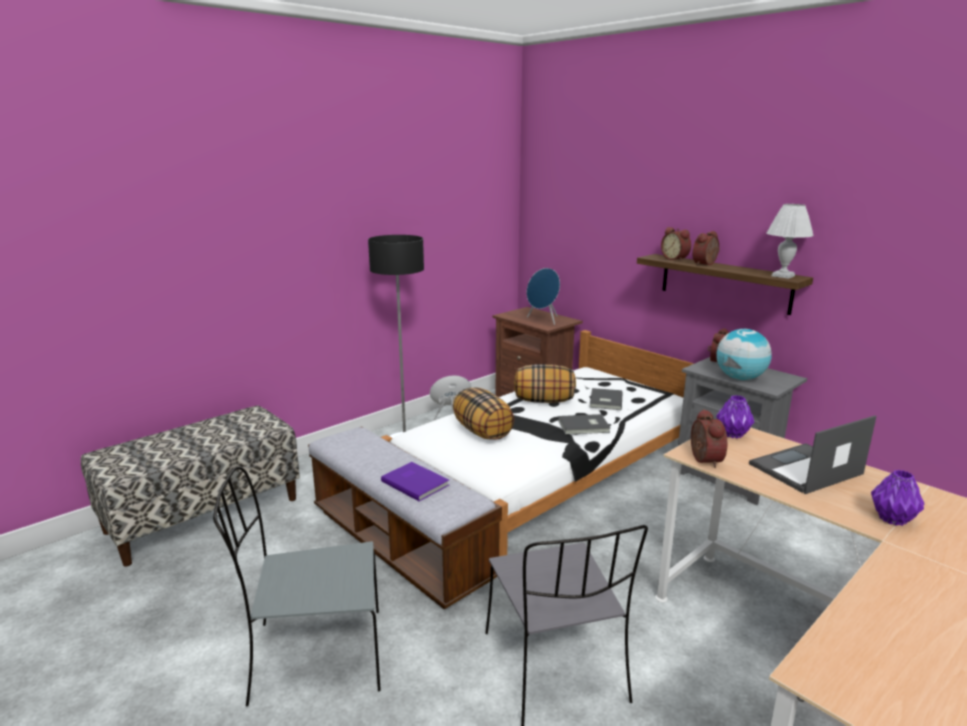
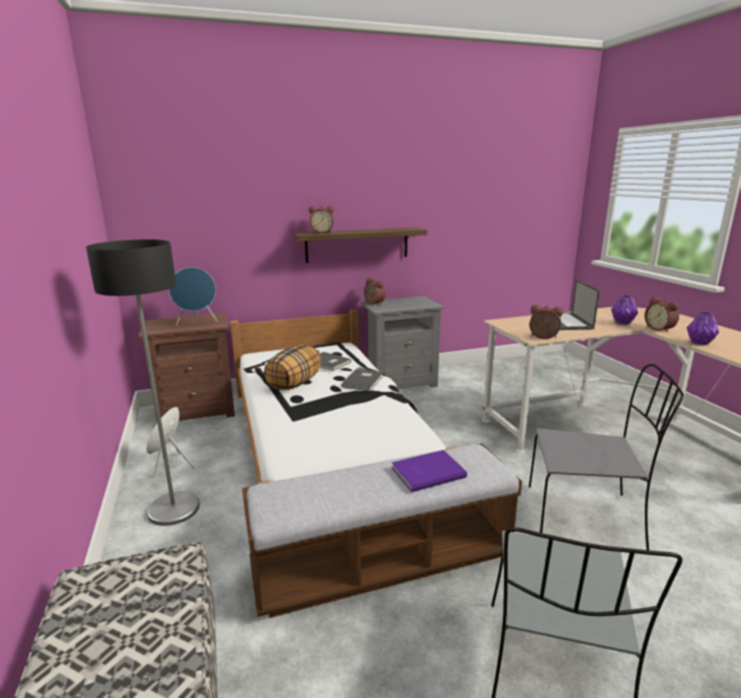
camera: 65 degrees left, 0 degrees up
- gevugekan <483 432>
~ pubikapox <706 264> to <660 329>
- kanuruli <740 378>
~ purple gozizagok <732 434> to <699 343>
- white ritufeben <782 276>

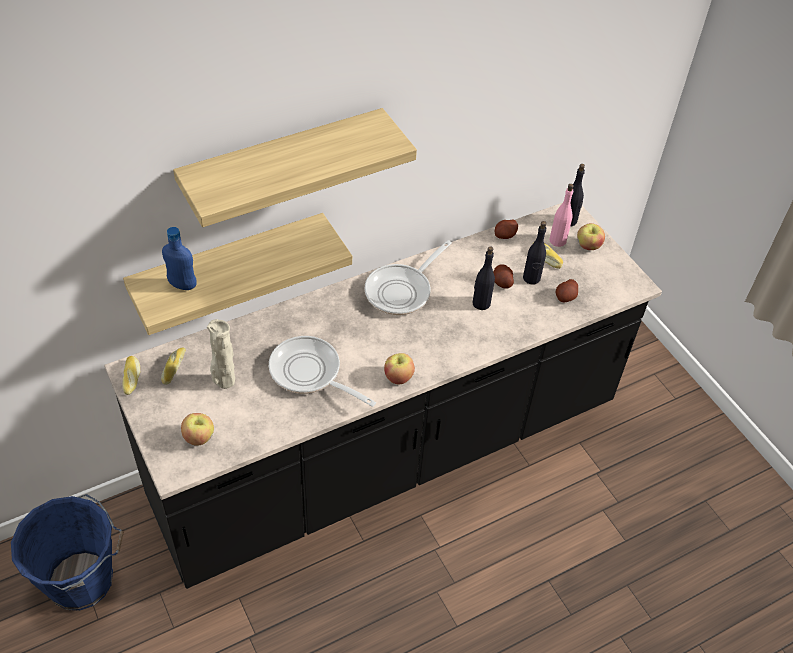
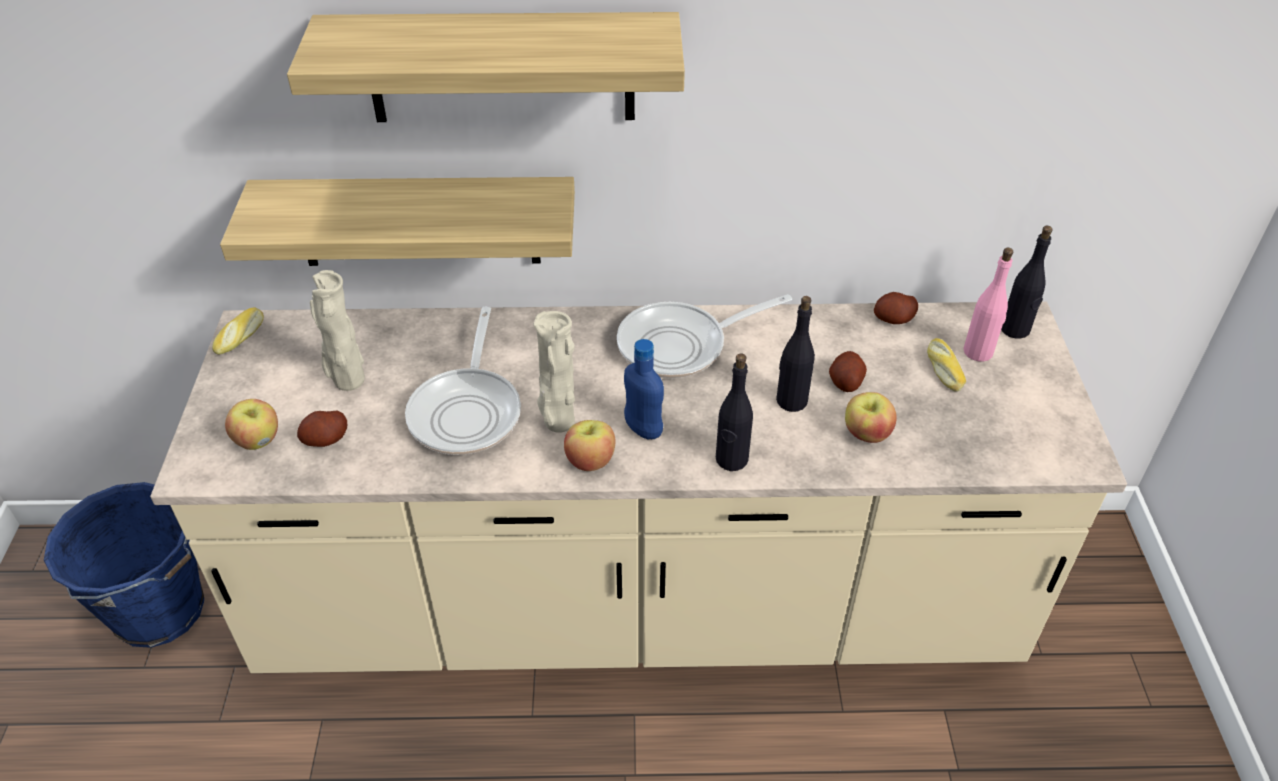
camera: 30 degrees right, 5 degrees down
~ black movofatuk <387 454> to beige movofatuk <639 608>
- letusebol <173 368>
~ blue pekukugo <182 285> to <643 429>
~ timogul <310 373> = <468 411> 150 degrees counterclockwise
~ black pekukugo <531 278> to <731 459>
~ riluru <565 297> to <326 439>
~ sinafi <588 246> to <866 434>
+ beige gozizagok <558 423>

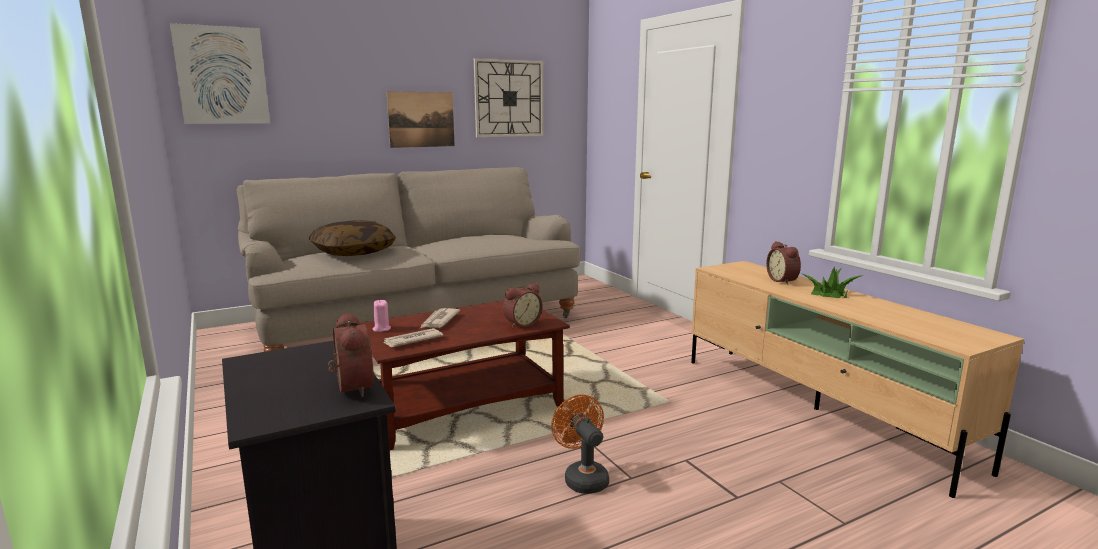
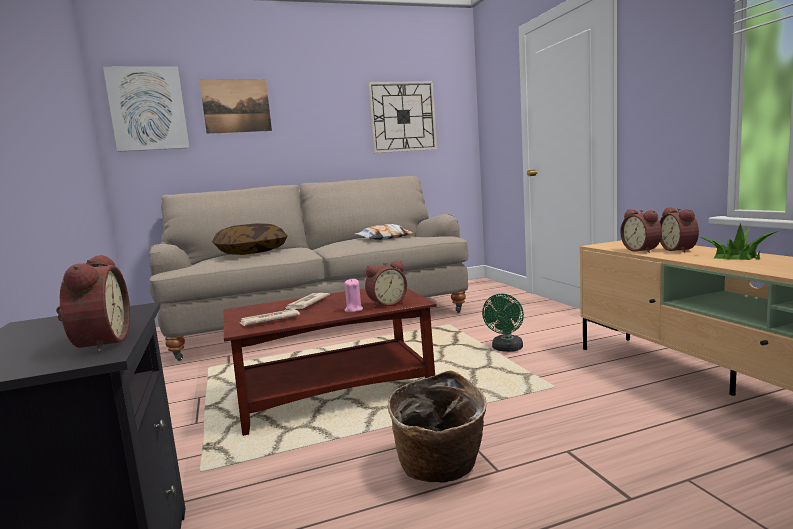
camera: 10 degrees right, 5 degrees down
~ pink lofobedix <381 329> to <353 310>
~ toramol <421 119> to <236 106>
~ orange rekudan <582 477> to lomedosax <440 469>
+ gevugekan <384 238>
+ green rekudan <506 349>
+ pubikapox <642 250>

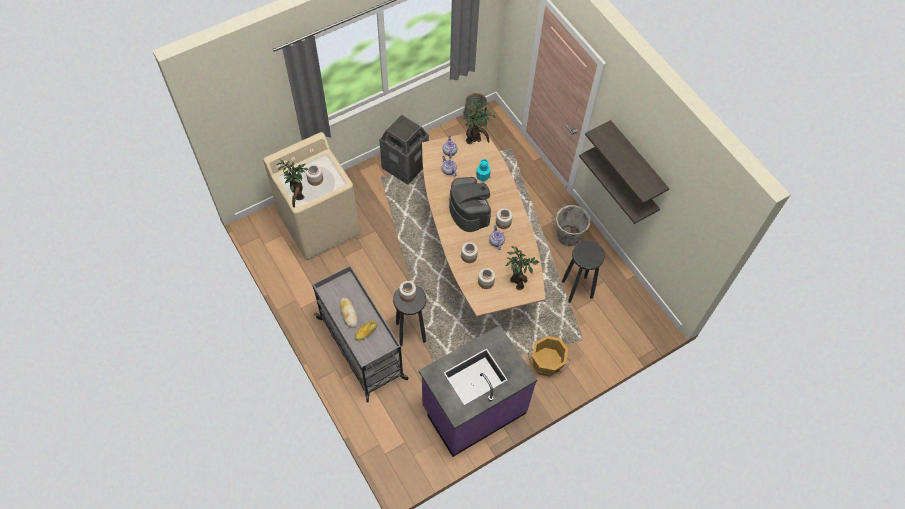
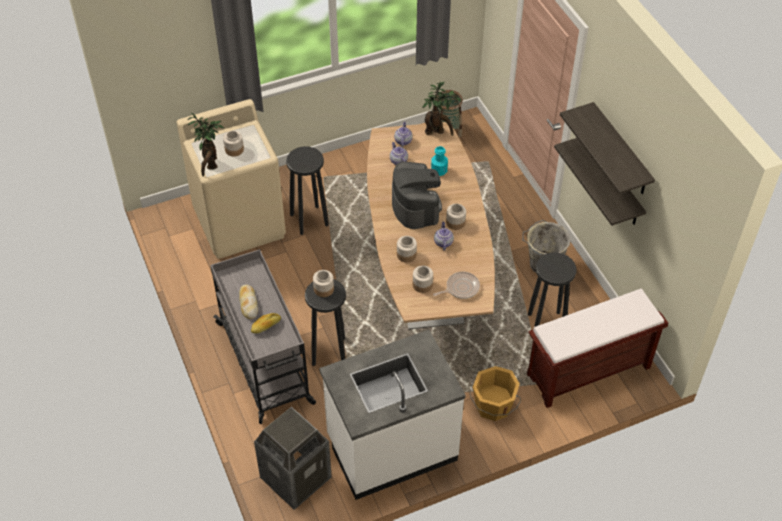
camera: 10 degrees right, 10 degrees down
~ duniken <405 166> to <296 478>
~ purple movofatuk <473 409> to white movofatuk <391 448>
~ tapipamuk <516 281> to timogul <460 288>
+ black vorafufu <309 219>
+ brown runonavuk <587 372>

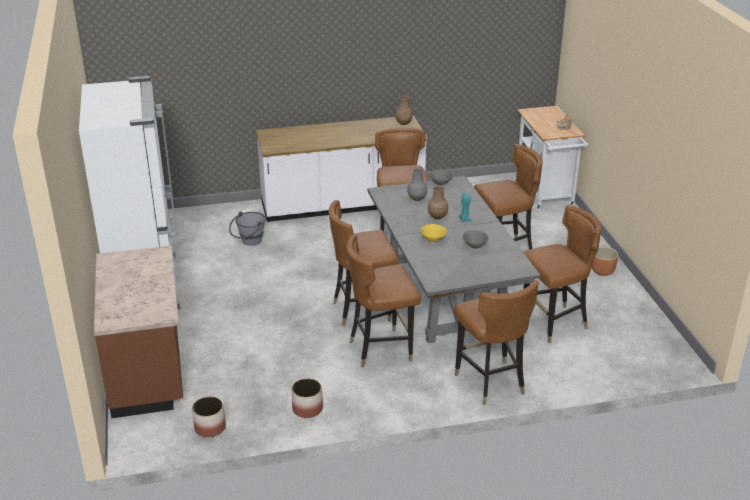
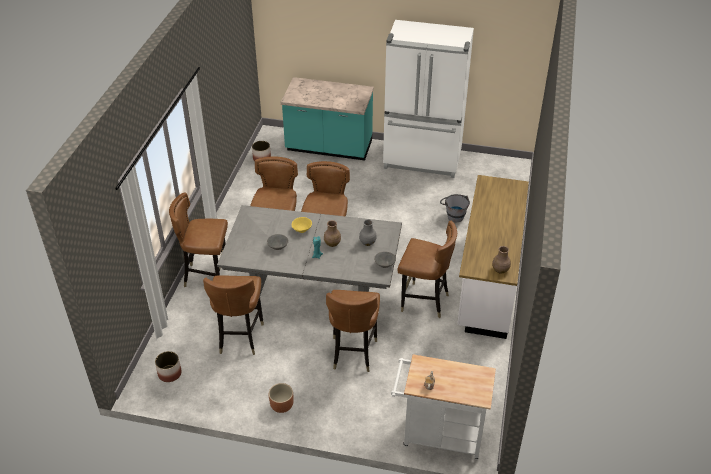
camera: 115 degrees right, 10 degrees up
~ brown movofatuk <148 370> to turquoise movofatuk <329 147>
~ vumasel <307 409> to <169 373>

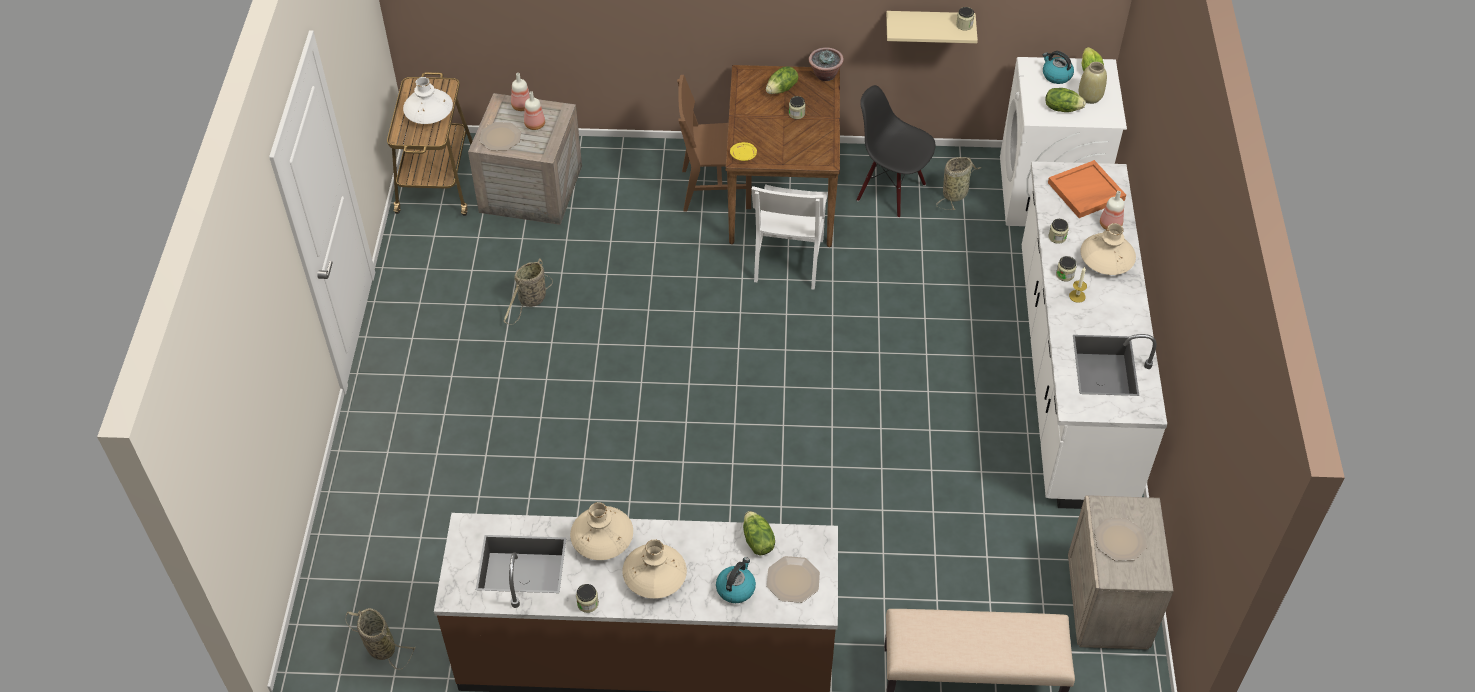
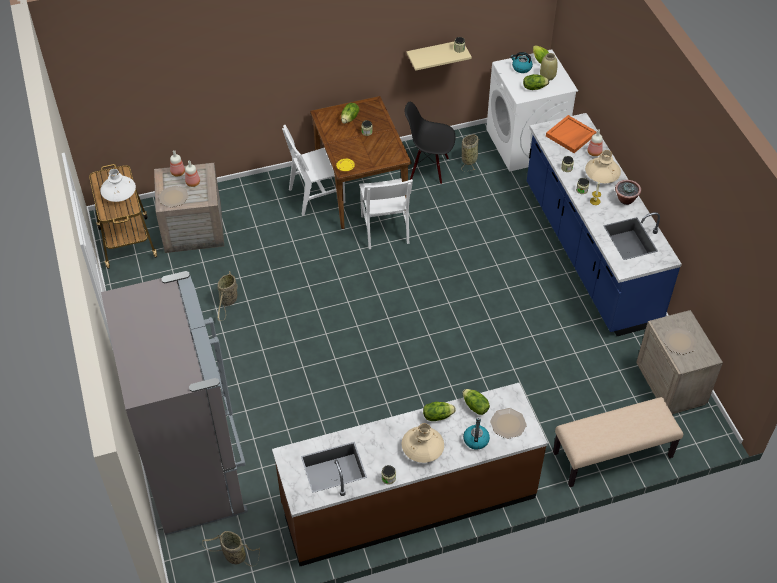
camera: 20 degrees left, 0 degrees up
- beige gozizagok <602 539>
~ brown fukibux <716 189> to white fukibux <316 196>
~ tapipamuk <825 75> to <625 199>
~ white movofatuk <1071 375> to blue movofatuk <589 253>
+ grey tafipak <196 469>
+ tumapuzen <437 415>

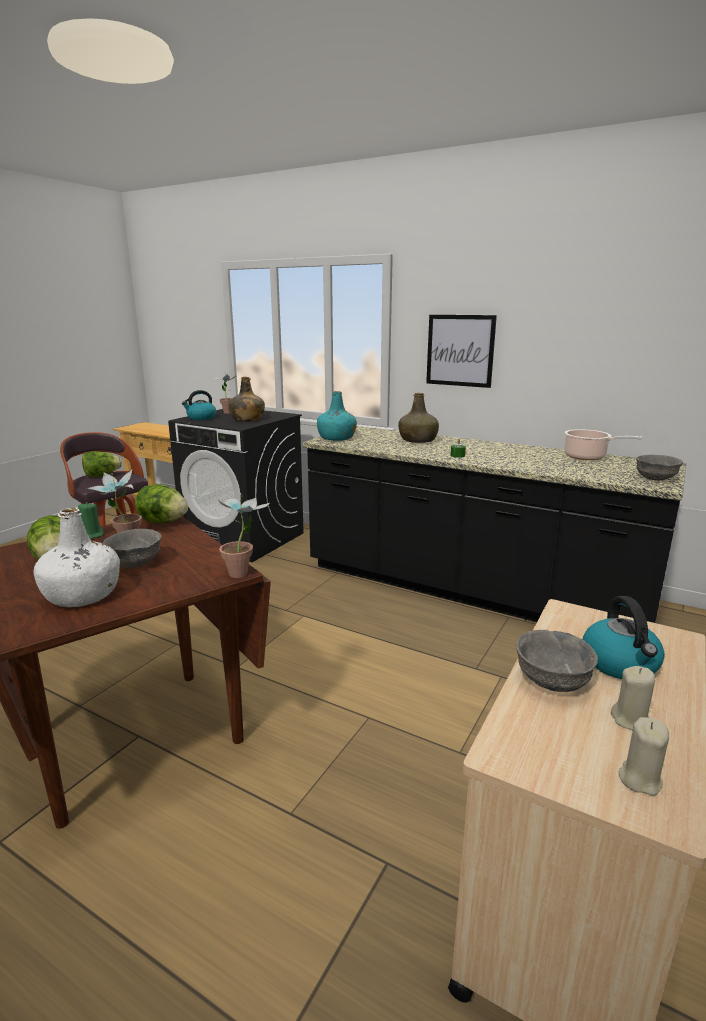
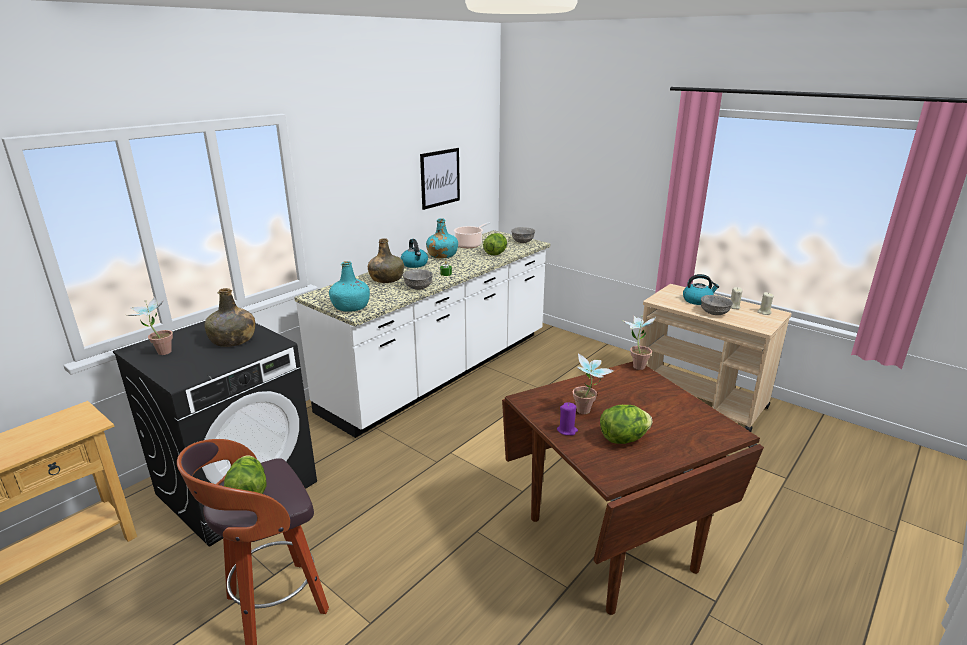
camera: 80 degrees left, 5 degrees up
- white pekukugo <83 595>
~ green lofobedix <92 535> to purple lofobedix <567 430>
~ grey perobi <136 563> to <418 287>
~ tumapuzen <163 522> to <495 254>
~ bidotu <201 418> to <415 264>
~ black movofatuk <470 590> to white movofatuk <441 371>
~ toramol <460 350> to <440 178>
+ turquoise pekukugo <442 255>

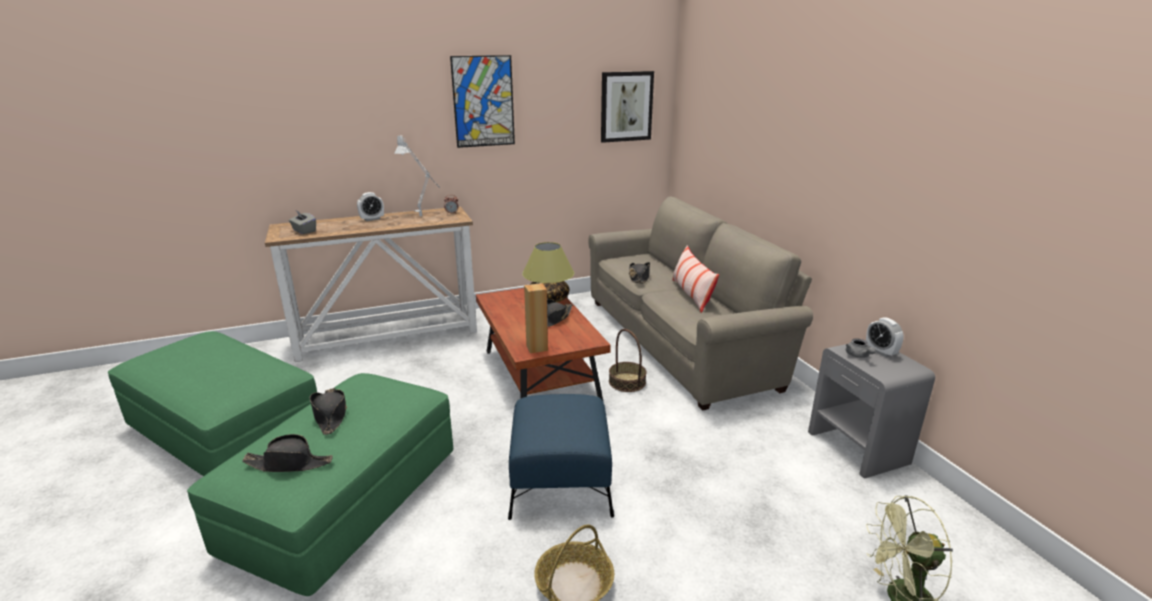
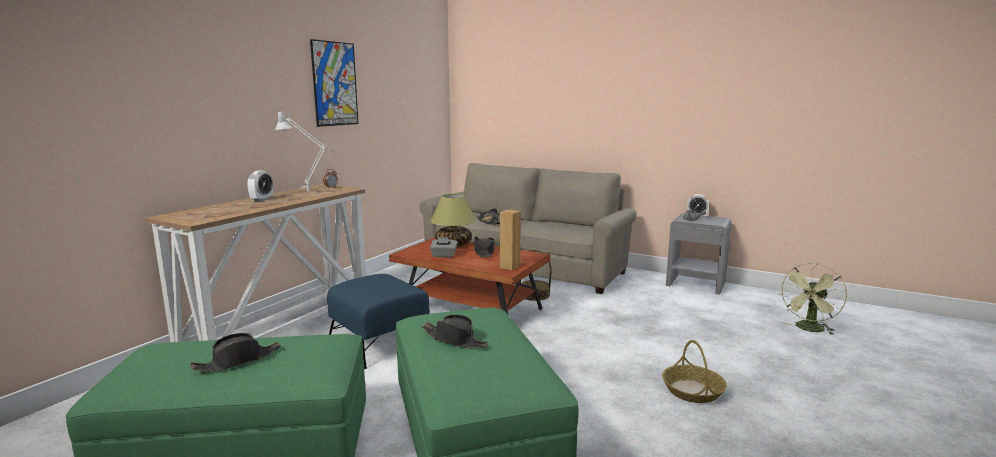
camera: 40 degrees left, 10 degrees down
~ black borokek <289 463> to <238 361>
~ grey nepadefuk <304 231> to <443 255>
~ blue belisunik <560 483> to <380 342>
- toramol <626 106>
- gevugekan <691 295>

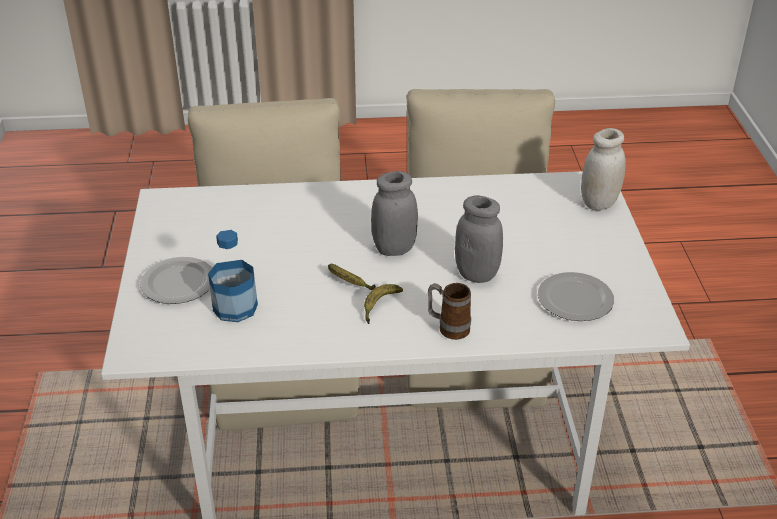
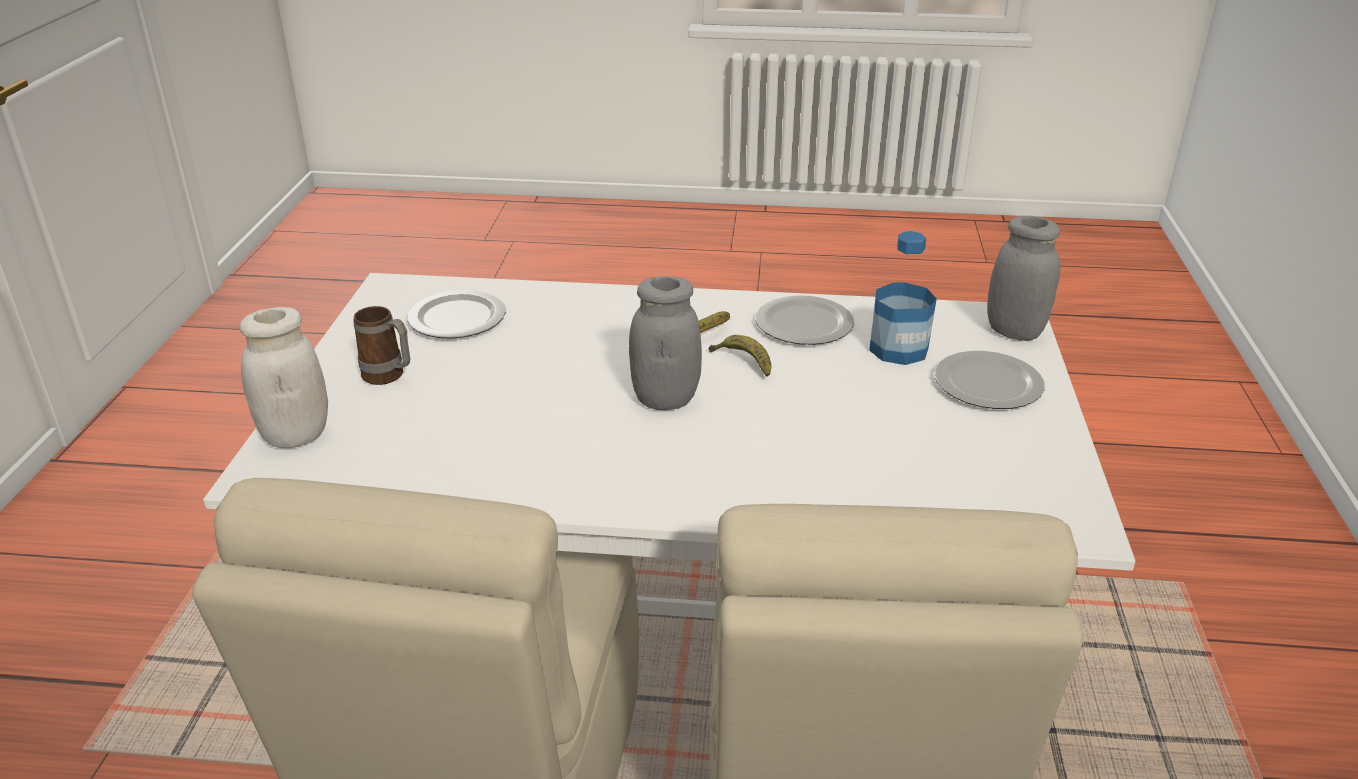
camera: 170 degrees left, 5 degrees down
~ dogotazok <448 328> to <389 377>
~ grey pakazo <477 274> to <1014 331>
+ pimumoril <802 325>

